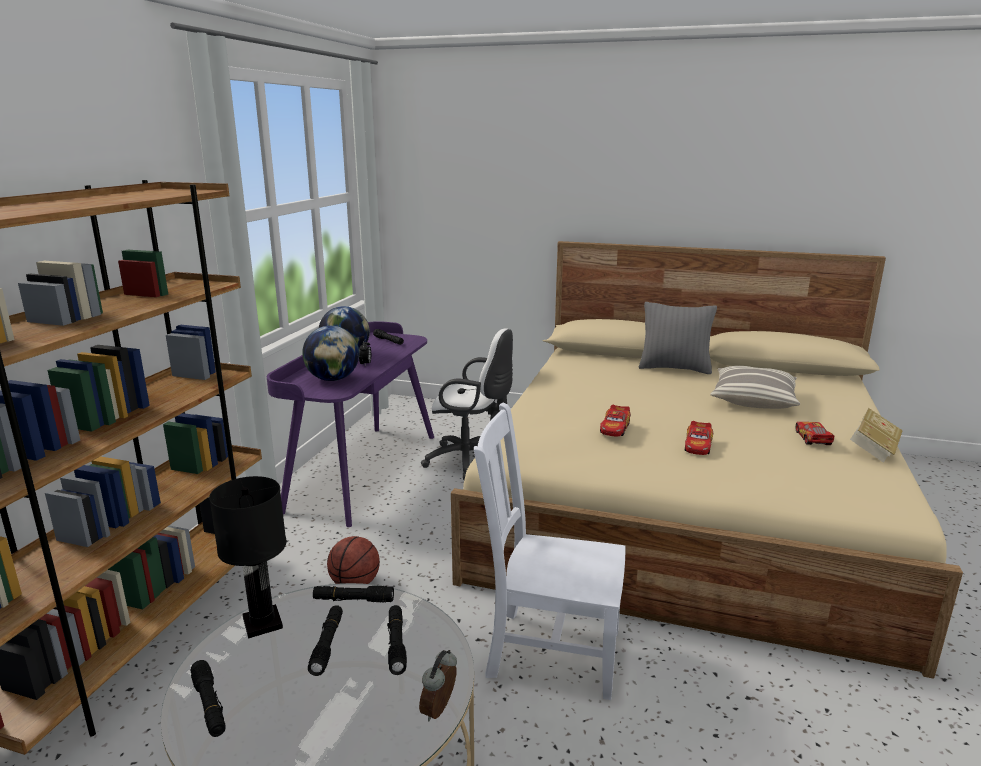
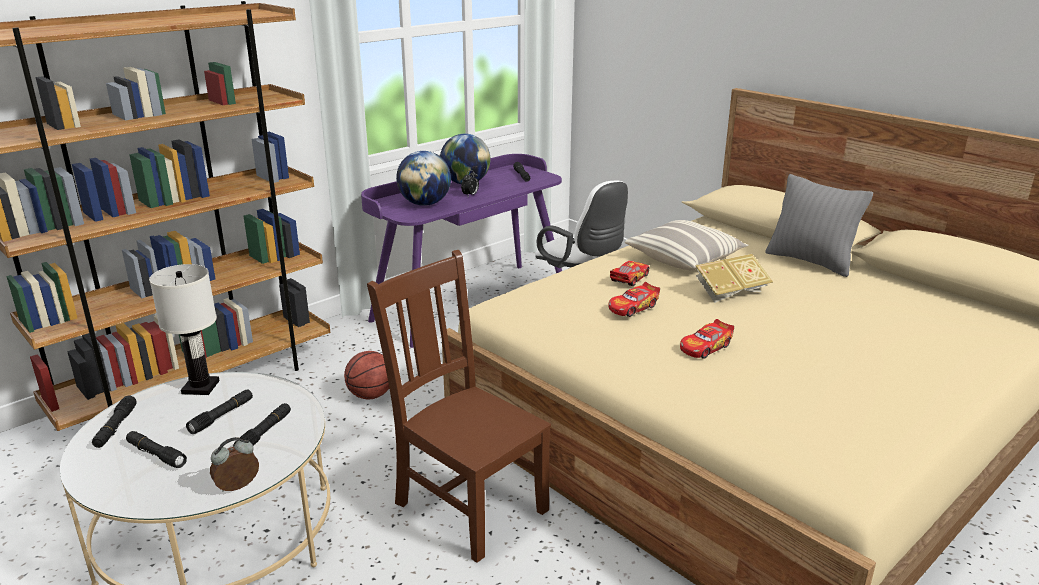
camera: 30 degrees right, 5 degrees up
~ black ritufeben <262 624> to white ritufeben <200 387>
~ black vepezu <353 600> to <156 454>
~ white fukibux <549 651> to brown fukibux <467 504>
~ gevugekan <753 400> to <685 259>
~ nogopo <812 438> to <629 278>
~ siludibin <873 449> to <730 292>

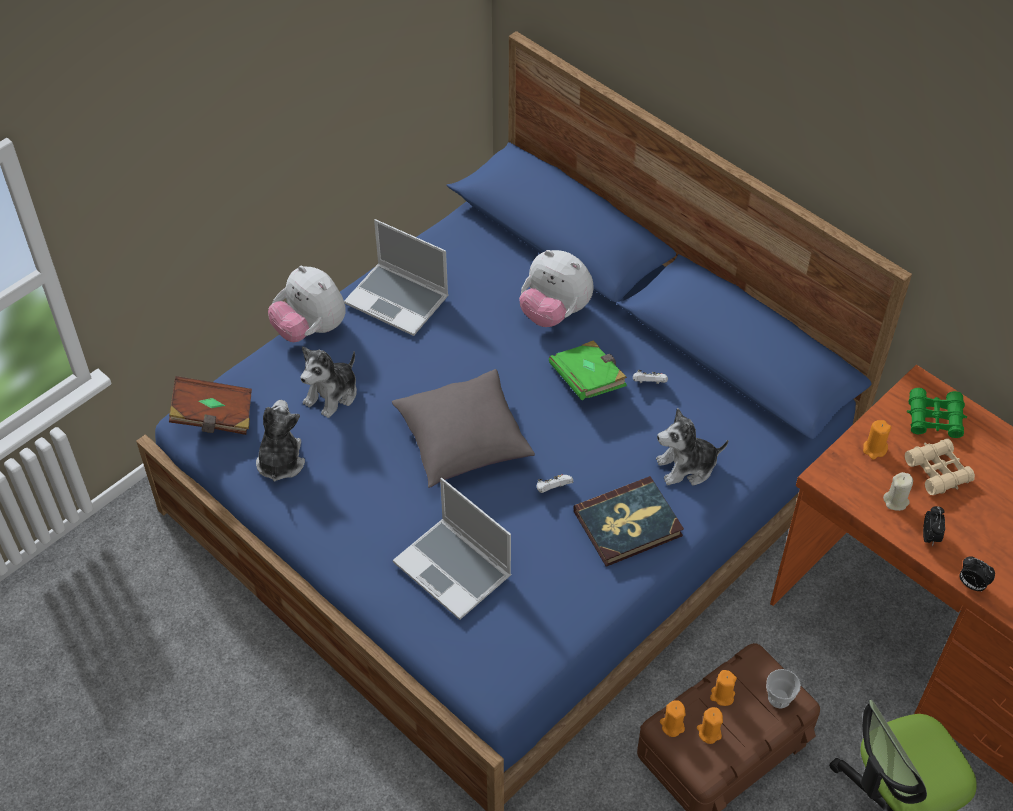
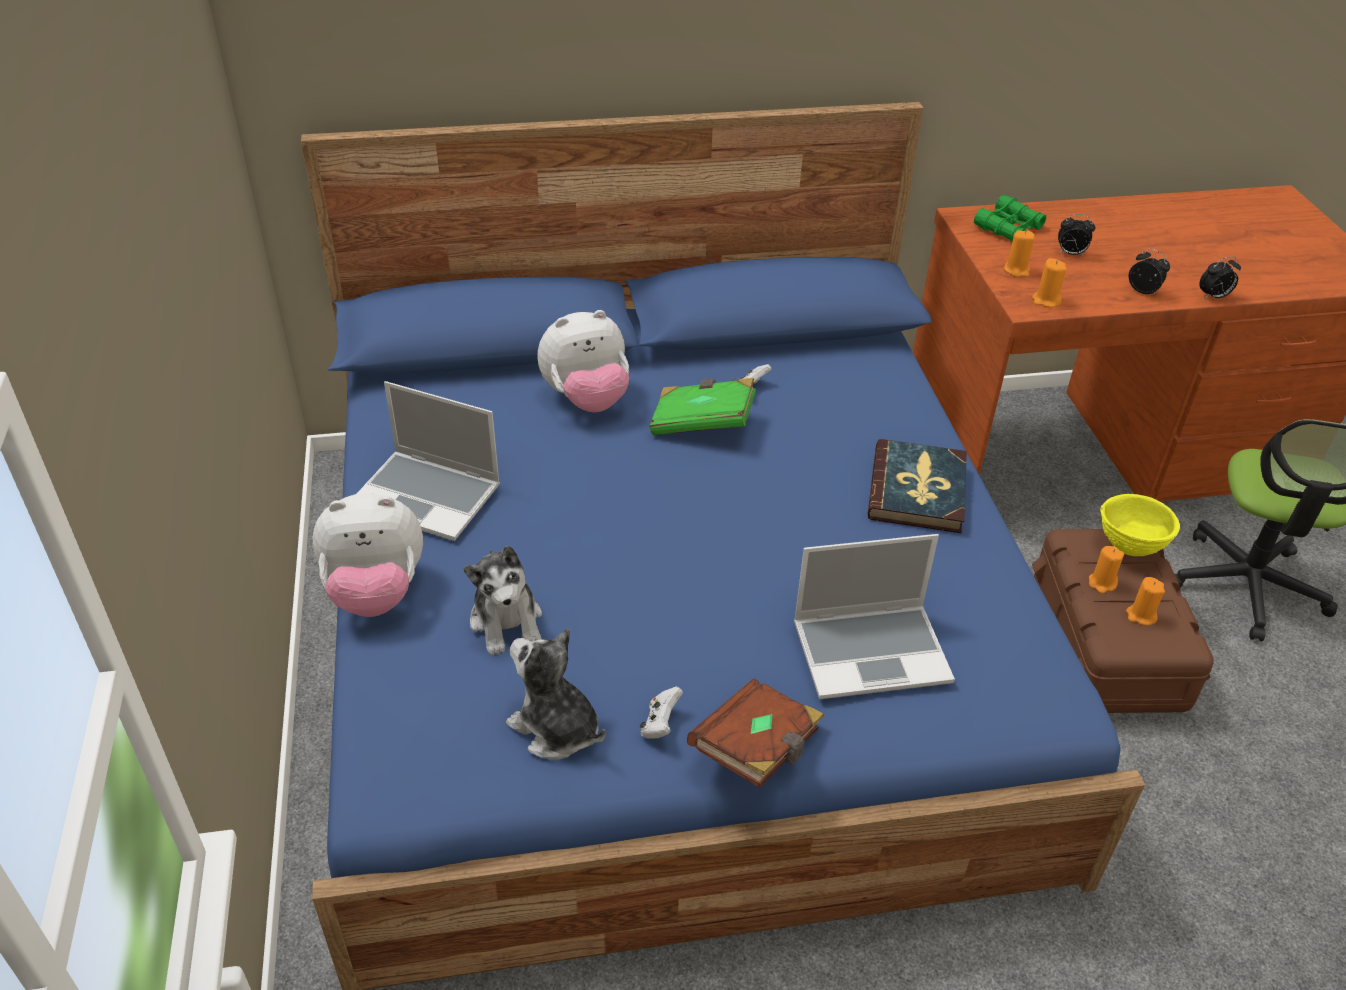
camera: 55 degrees left, 10 degrees down
~ brown siludibin <213 417> to <757 748>
~ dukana <398 300> = <429 497> 45 degrees clockwise
- grey gevugekan <463 442>
~ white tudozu <553 489> to <660 724>
- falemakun <687 467>
~ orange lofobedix <672 725> to <1046 301>
~ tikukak <779 698> to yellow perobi <1129 547>
- beige lofobedix <896 501>
~ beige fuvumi <937 471> to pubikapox <1070 254>

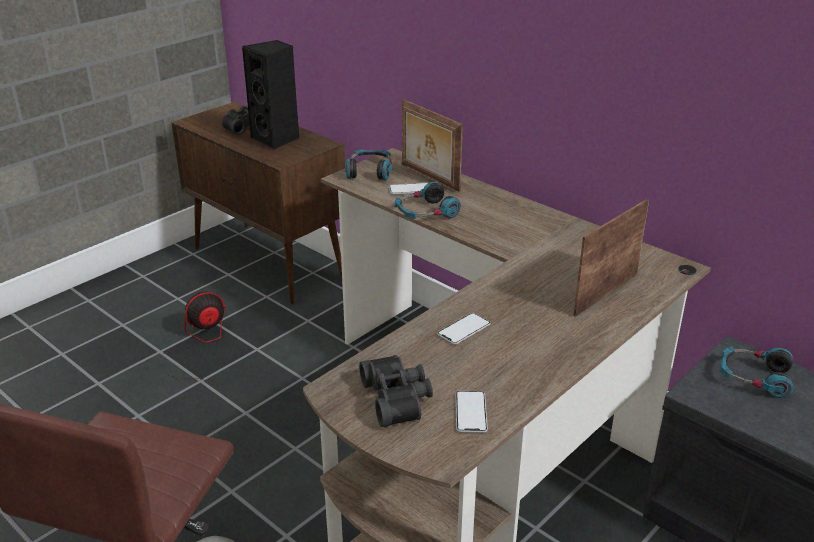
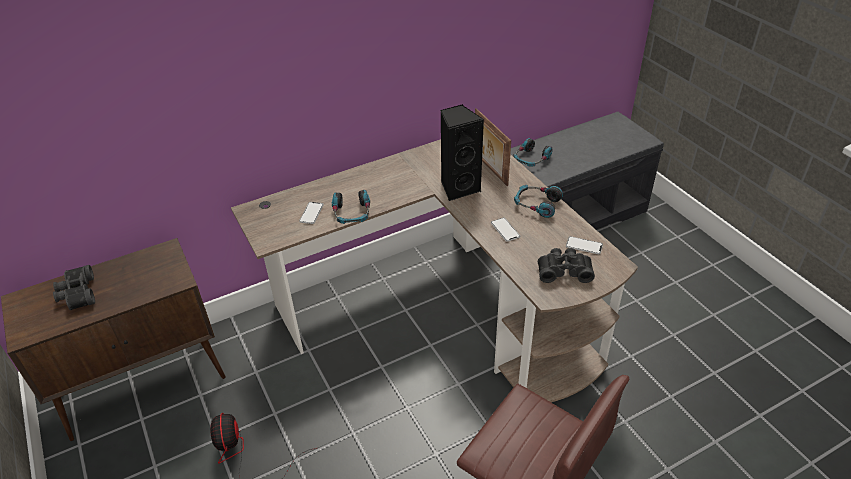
camera: 70 degrees left, 10 degrees up
~ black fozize <276 139> to <458 187>
~ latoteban <369 171> to <537 204>
- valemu <429 177>

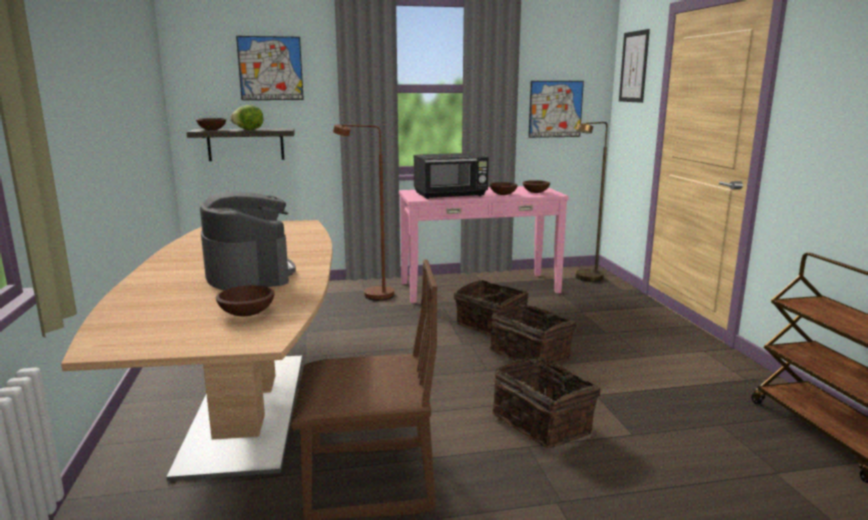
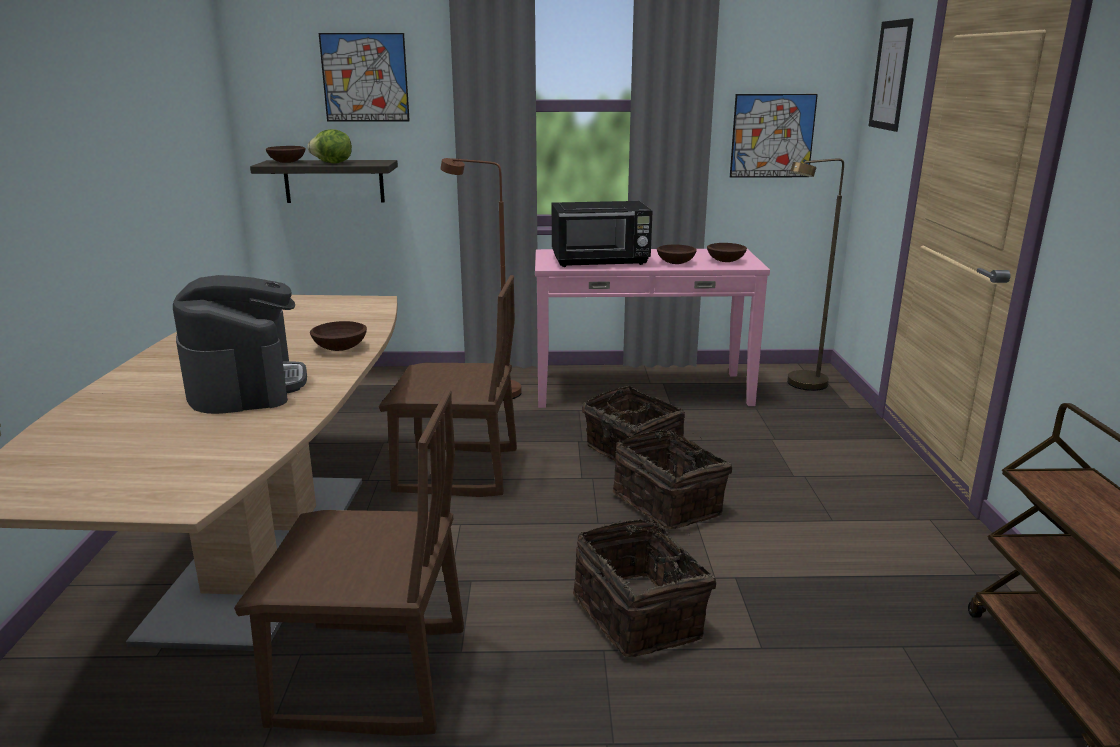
camera: 10 degrees right, 5 degrees up
~ brown perobi <246 313> to <340 348>
+ brown fukibux <456 472>

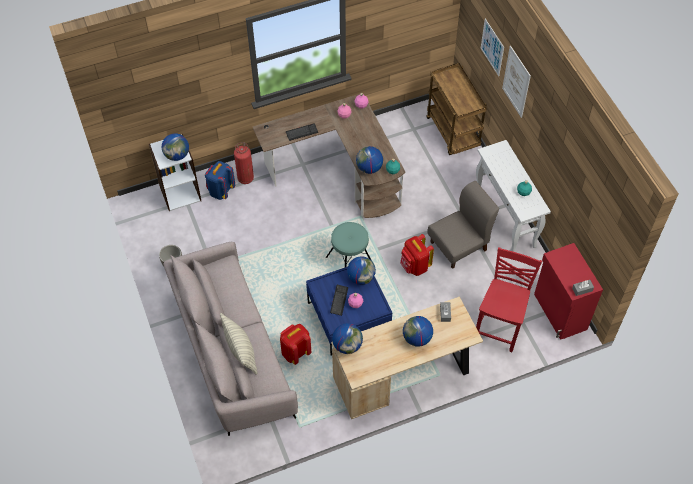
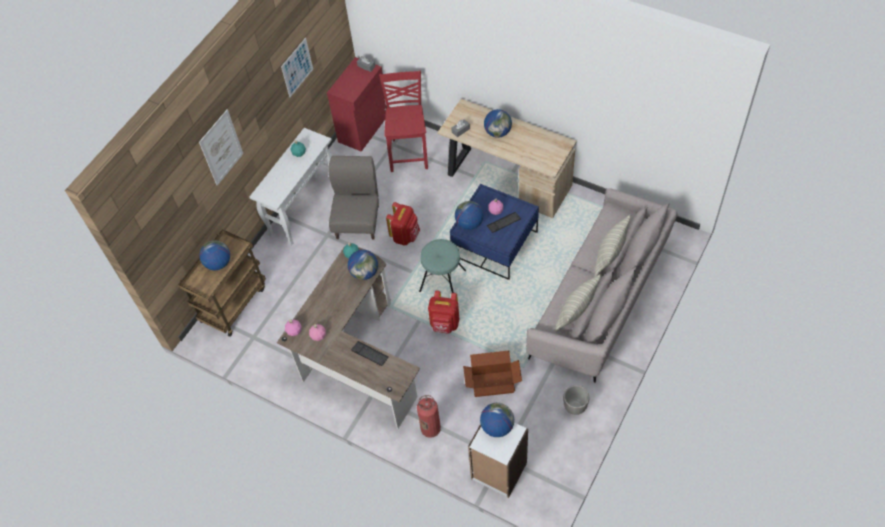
camera: 125 degrees left, 0 degrees up
- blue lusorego <221 191>
~ red lusorego <295 352> to <445 324>
~ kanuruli <347 345> to <218 263>
~ grey fukibux <459 246> = <358 221> 75 degrees clockwise
~ red fukibux <500 326> = <409 153> 105 degrees clockwise
~ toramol <492 47> to <297 67>
+ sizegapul <493 384>
+ gevugekan <576 311>

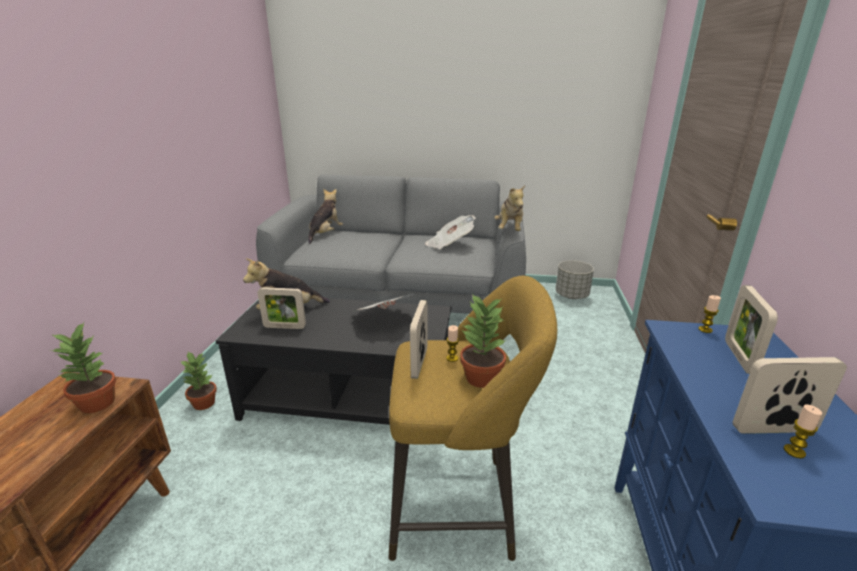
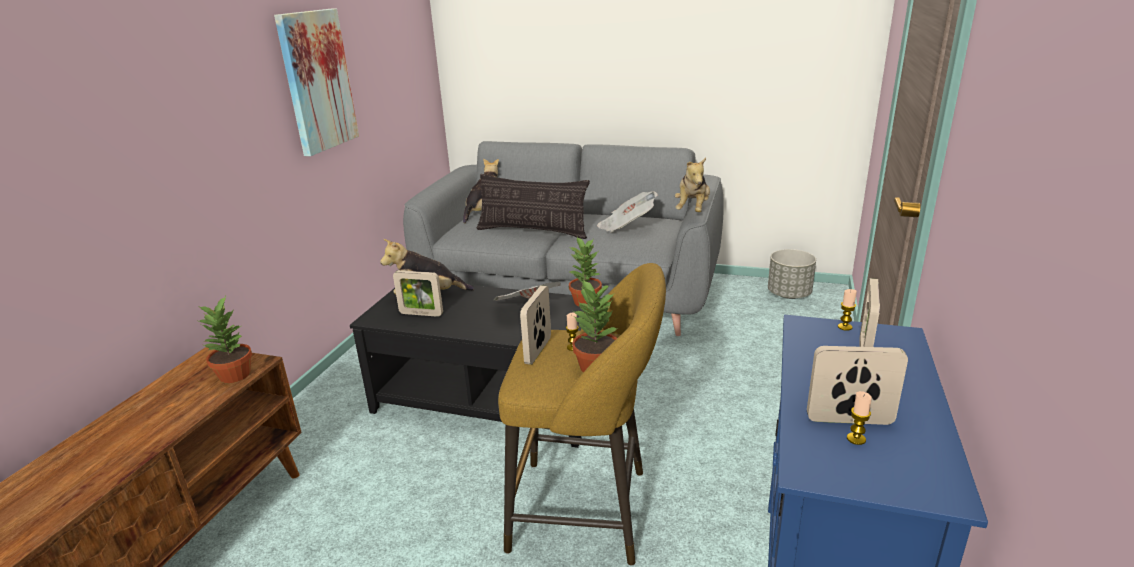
camera: 10 degrees right, 0 degrees up
~ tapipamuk <204 403> to <586 301>
+ toramol <317 81>
+ gevugekan <533 231>

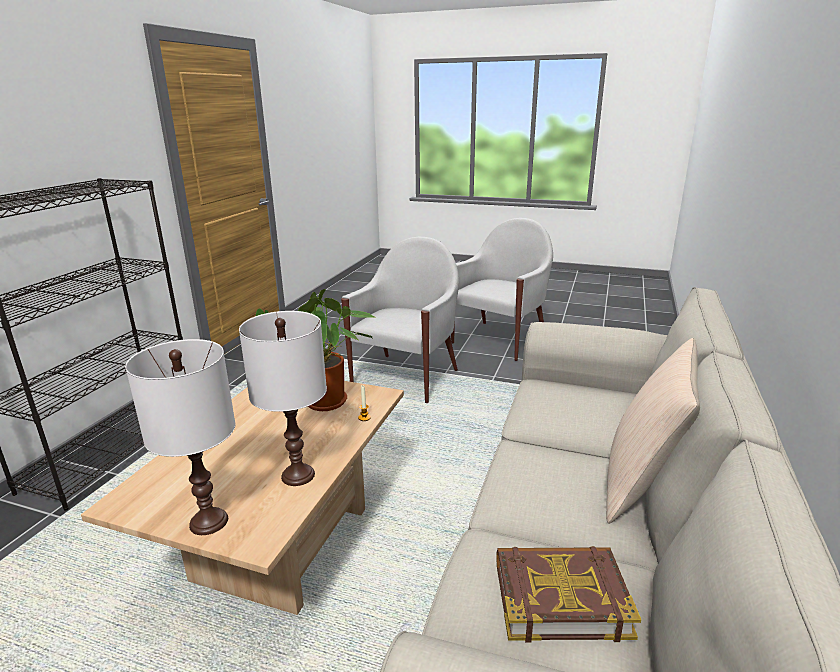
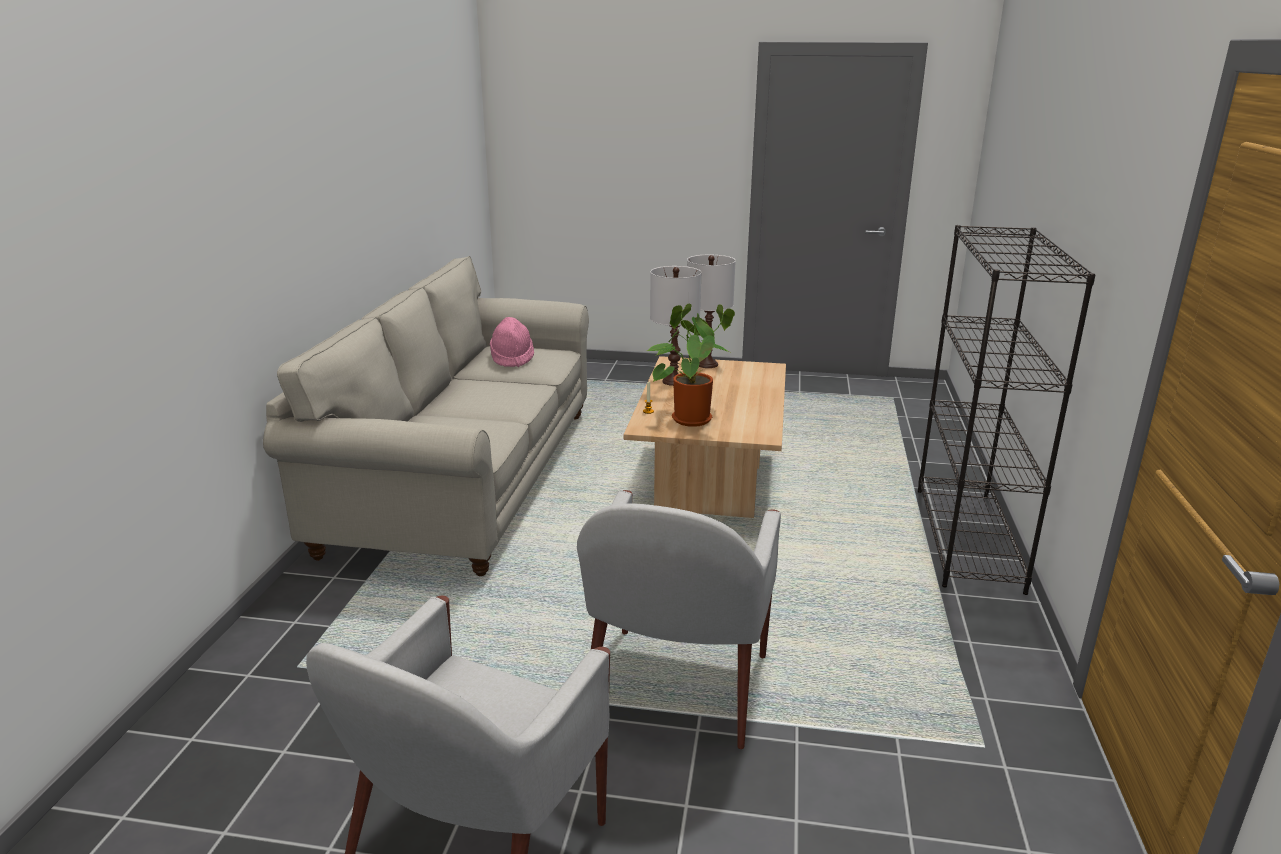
camera: 170 degrees right, 0 degrees up
~ siludibin <560 597> to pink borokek <512 358>
- beige gevugekan <641 484>

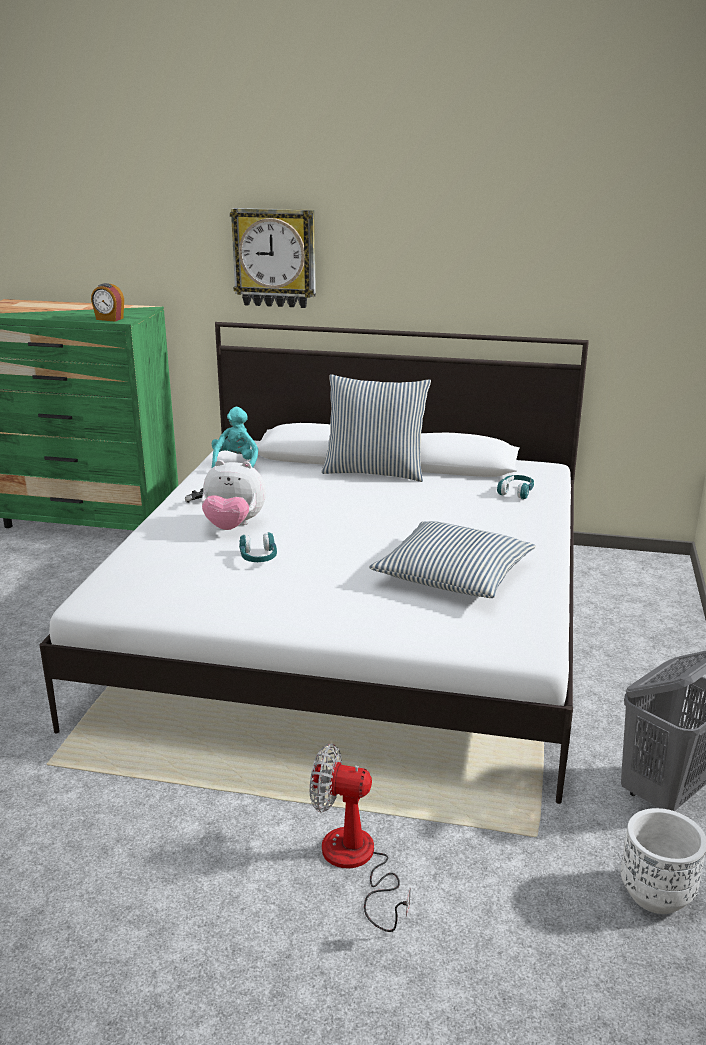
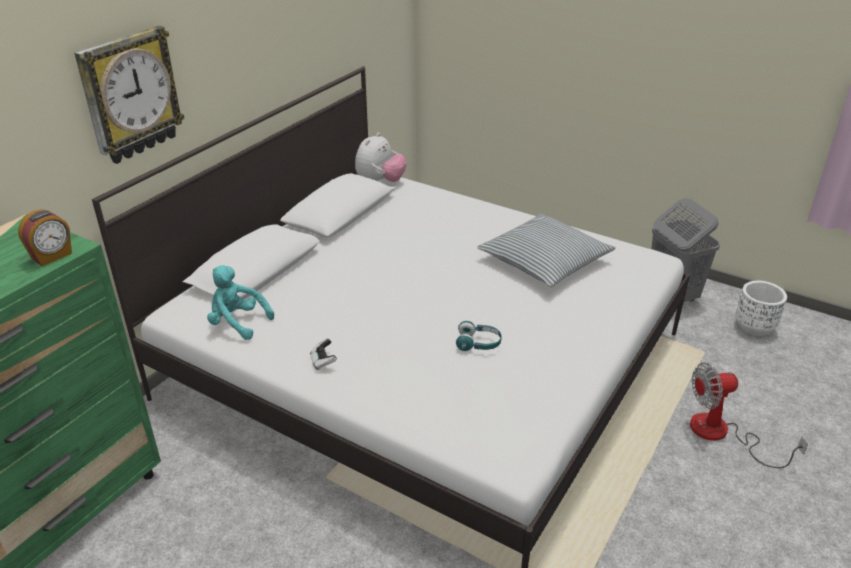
camera: 70 degrees left, 10 degrees up
~ falemakun <233 526> to <380 182>
~ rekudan <356 863> = <722 434> 45 degrees clockwise
- gevugekan <375 472>
- turquoise latoteban <516 492>

